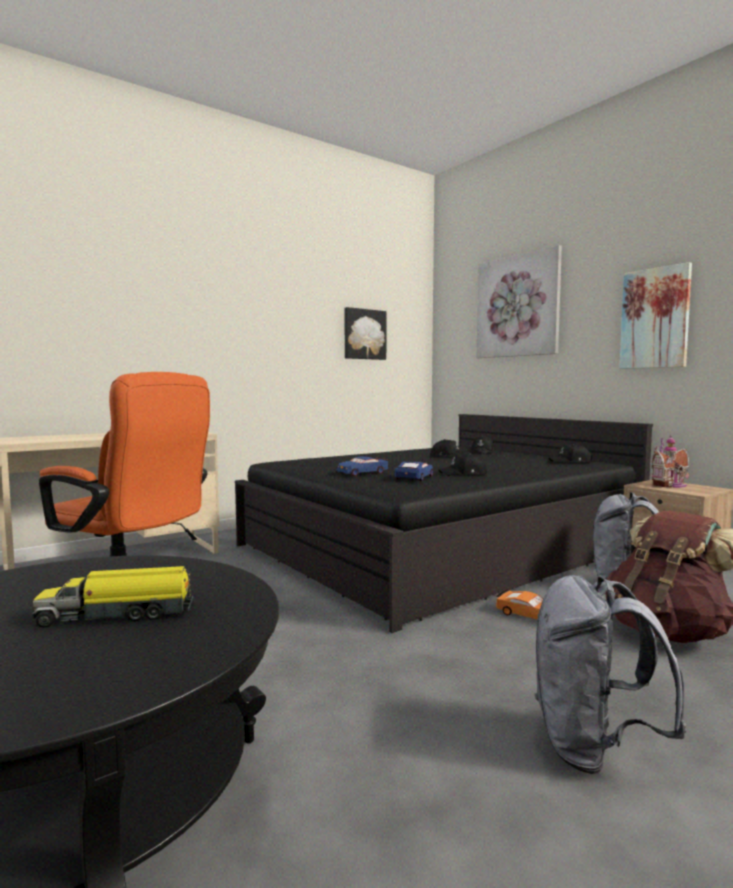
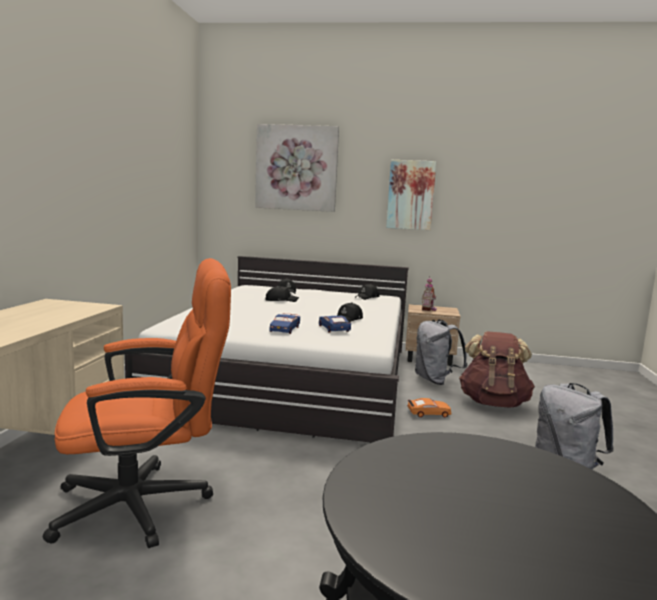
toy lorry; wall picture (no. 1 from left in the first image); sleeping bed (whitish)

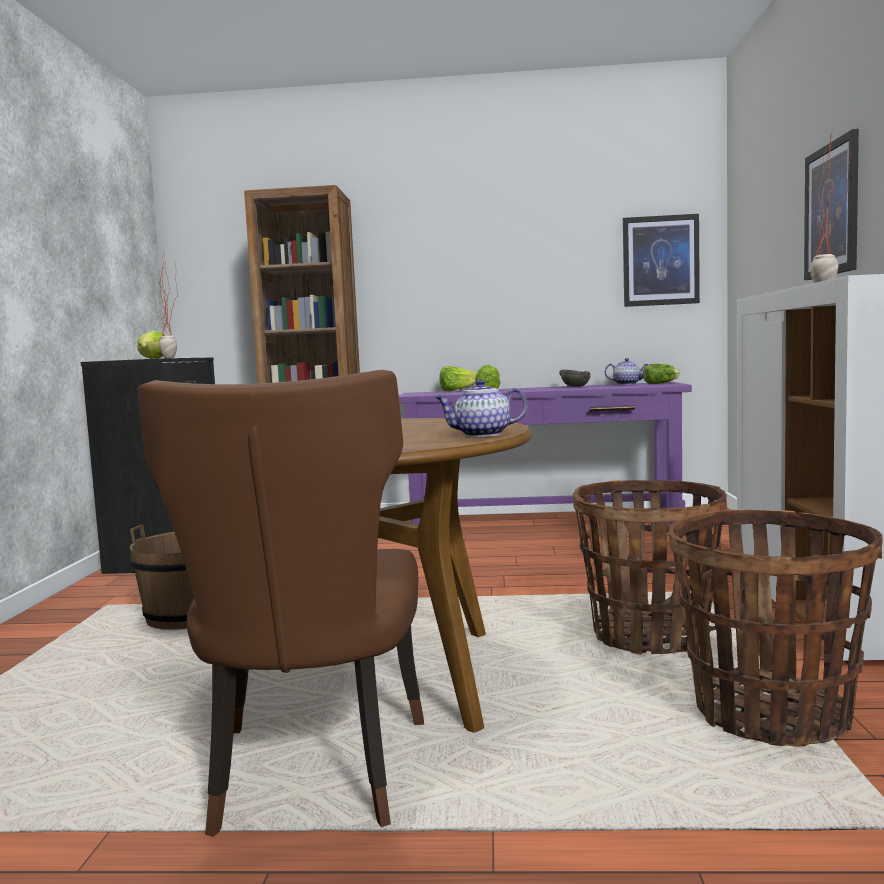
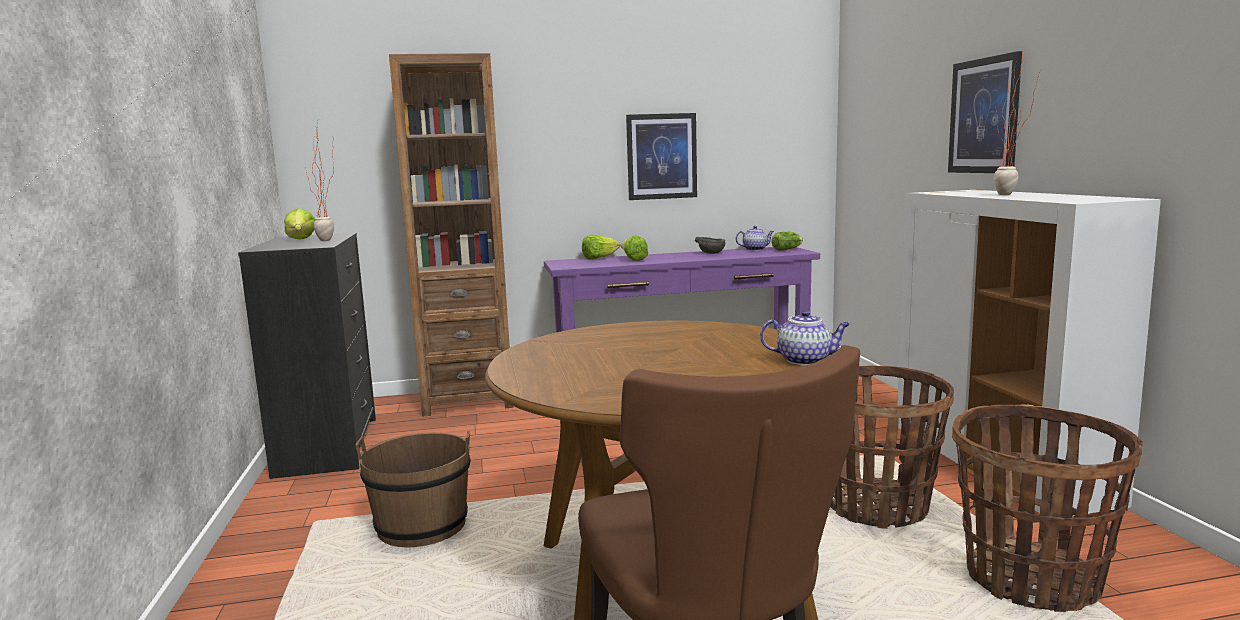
wall picture (no. 1 from left); teapot (no. 2 from left)

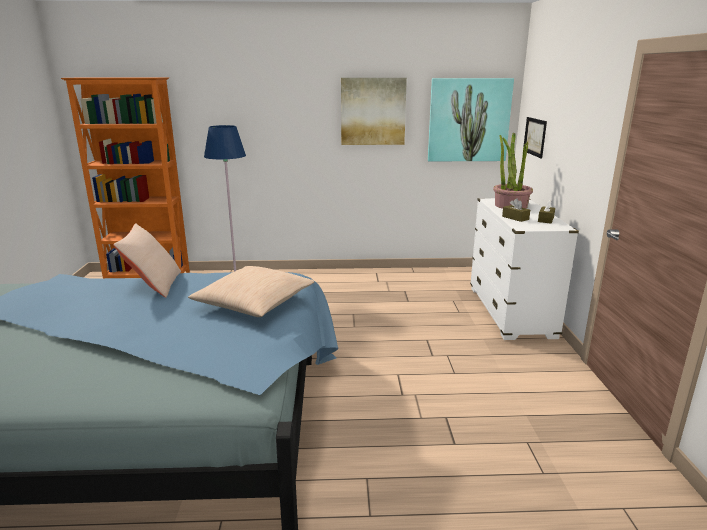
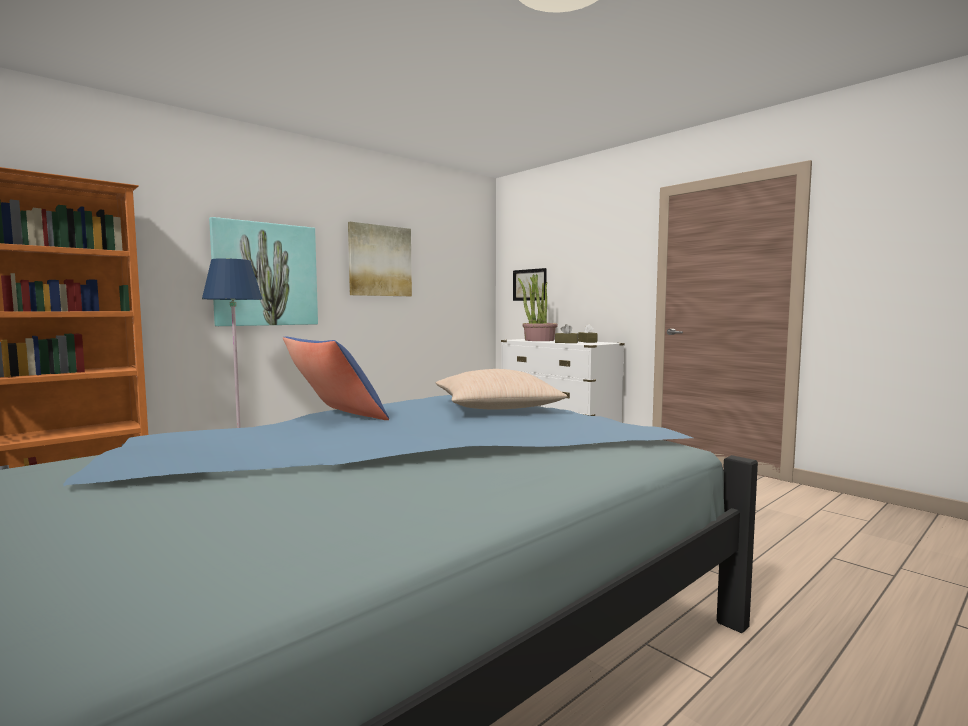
wall picture (no. 1 from left); cushion (blue-coloured)

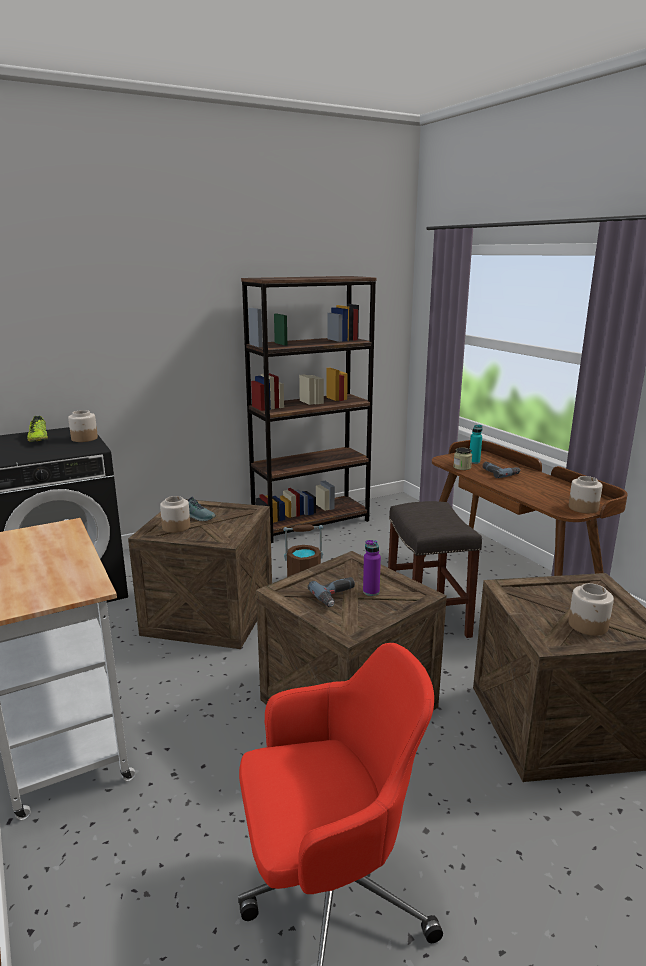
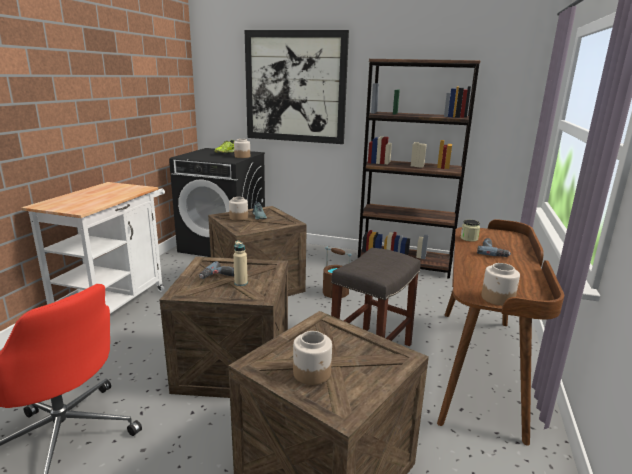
beverage bottle (turquoise); wall picture; beverage bottle (beige-coloured)

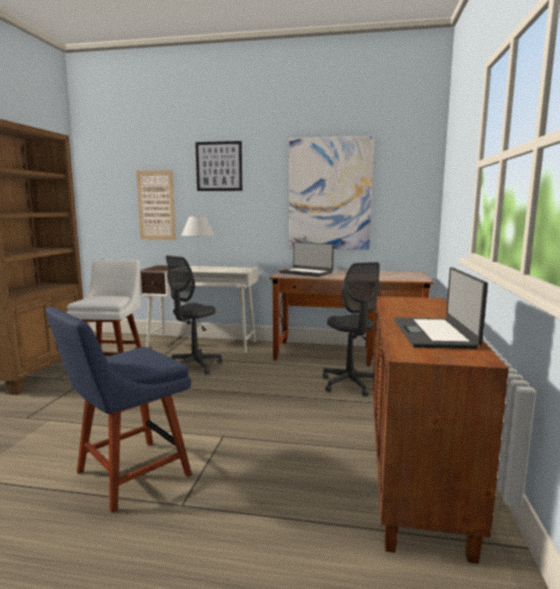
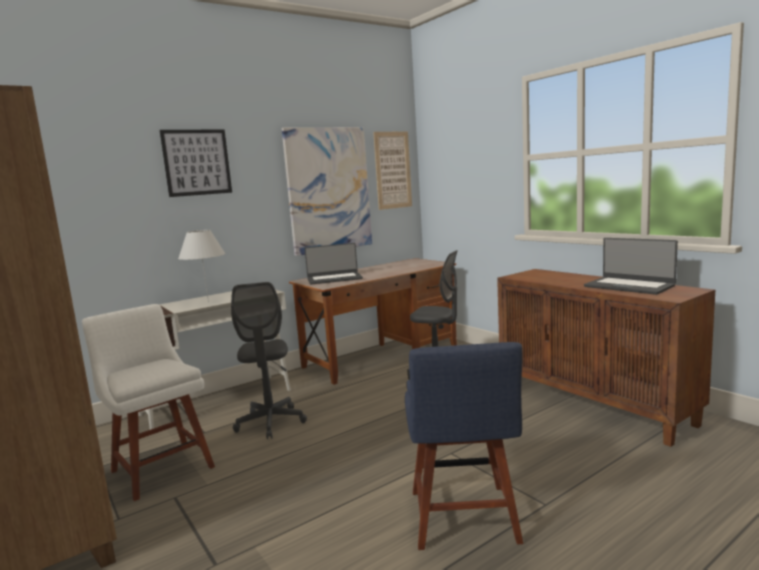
wall picture (no. 3 from left)

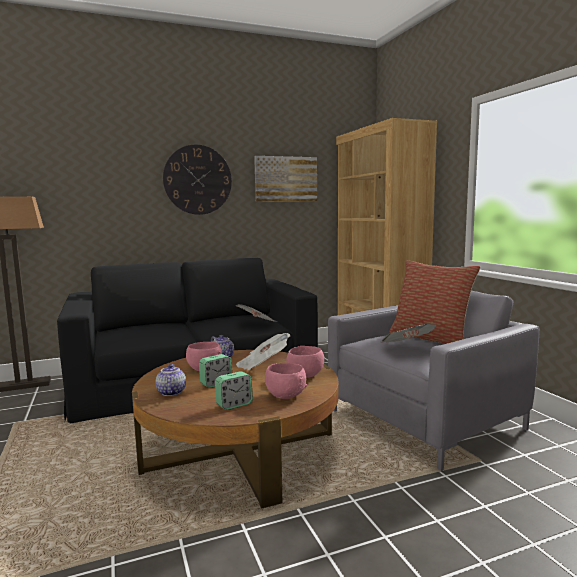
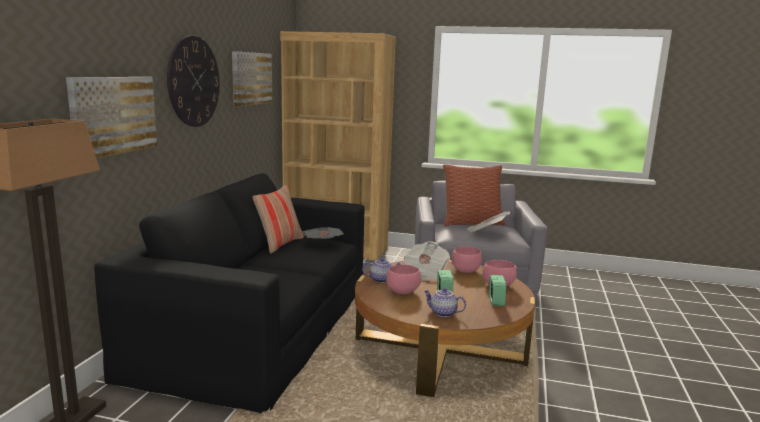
wall picture (no. 1 from left); cushion (no. 1 from left)

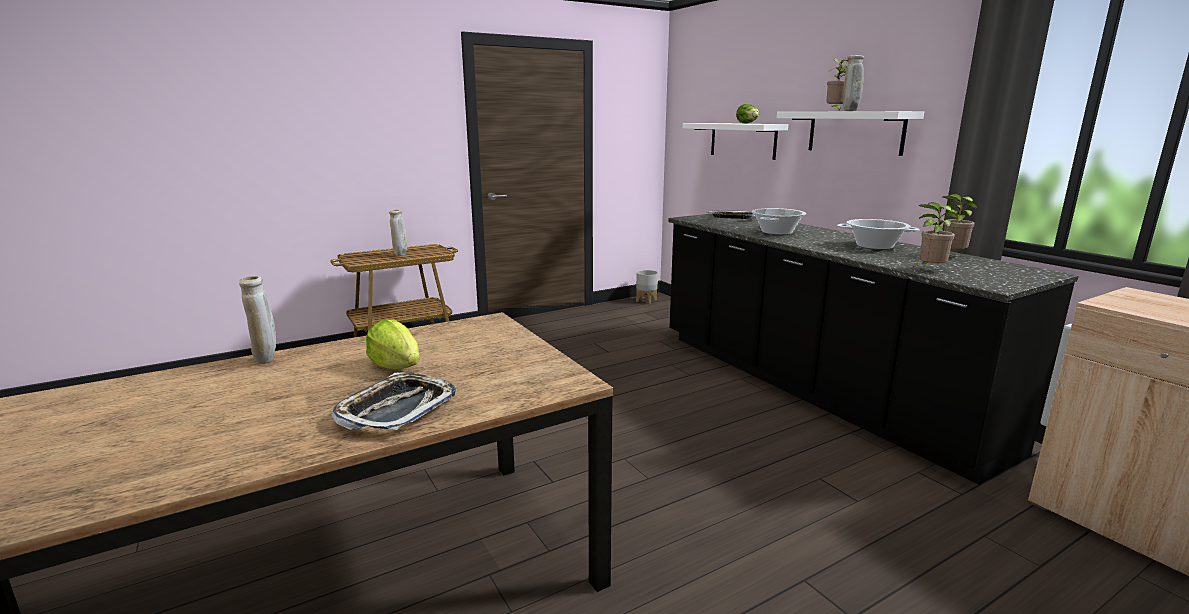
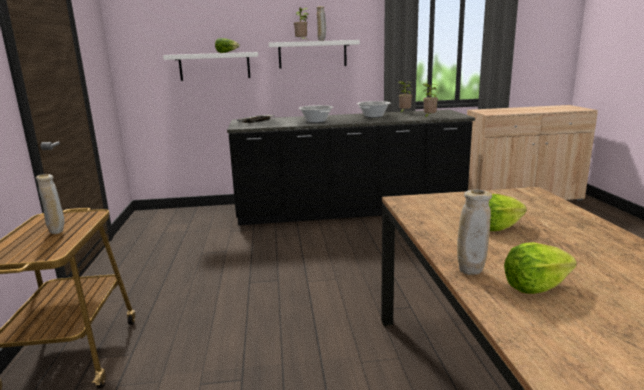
serving tray (no. 1 from left in the first image); plant pot (greyish); lettuce (no. 3 from left)

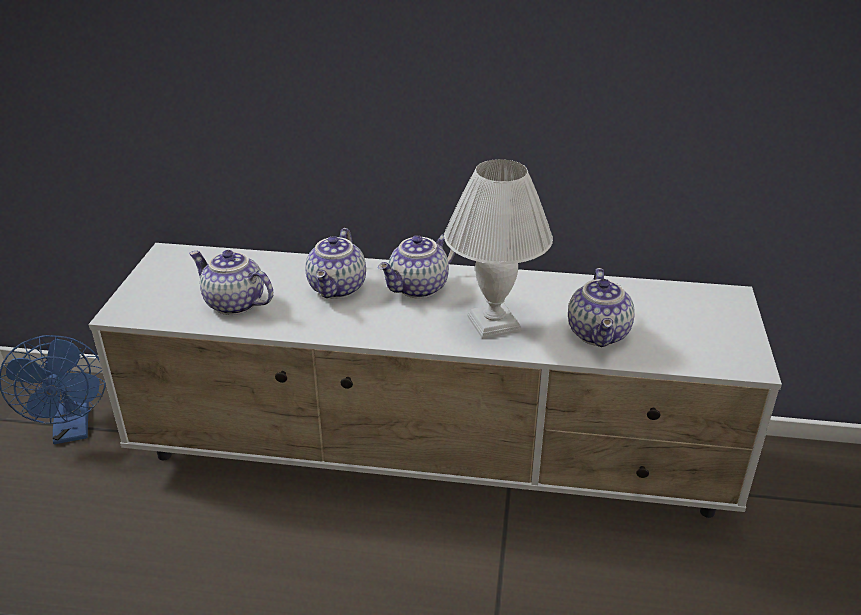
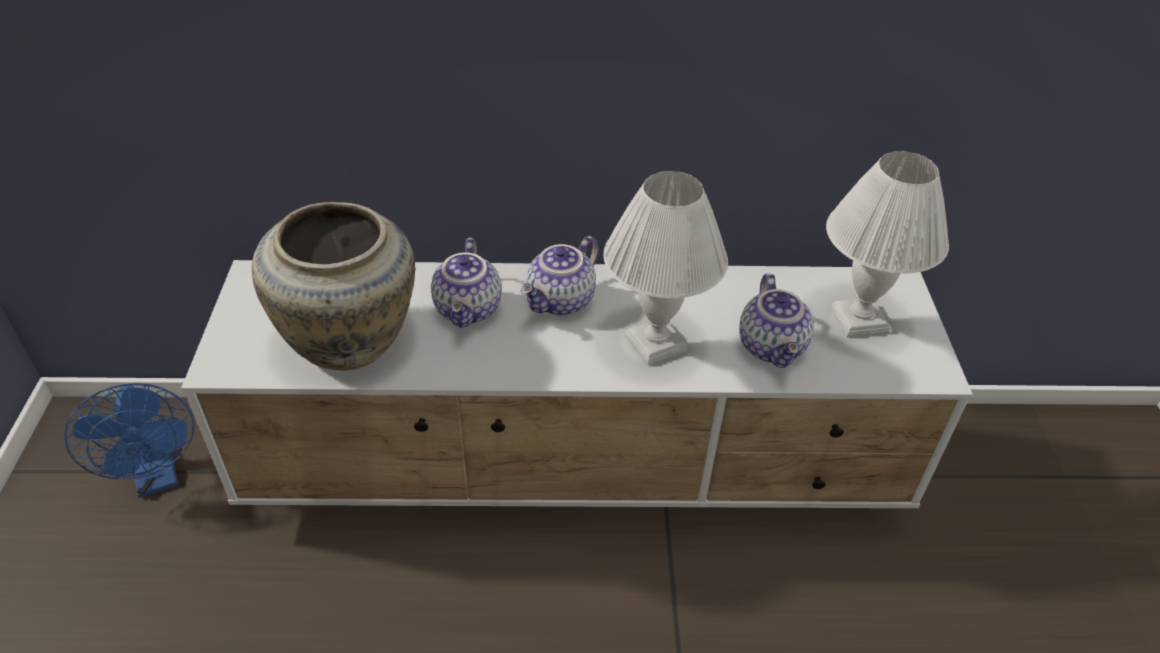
lamp for a table (whitish) (no. 2 from left); vase (beige-coloured)

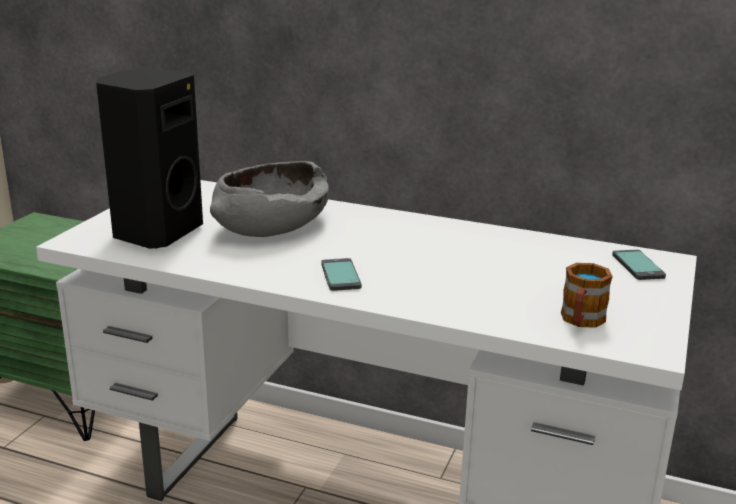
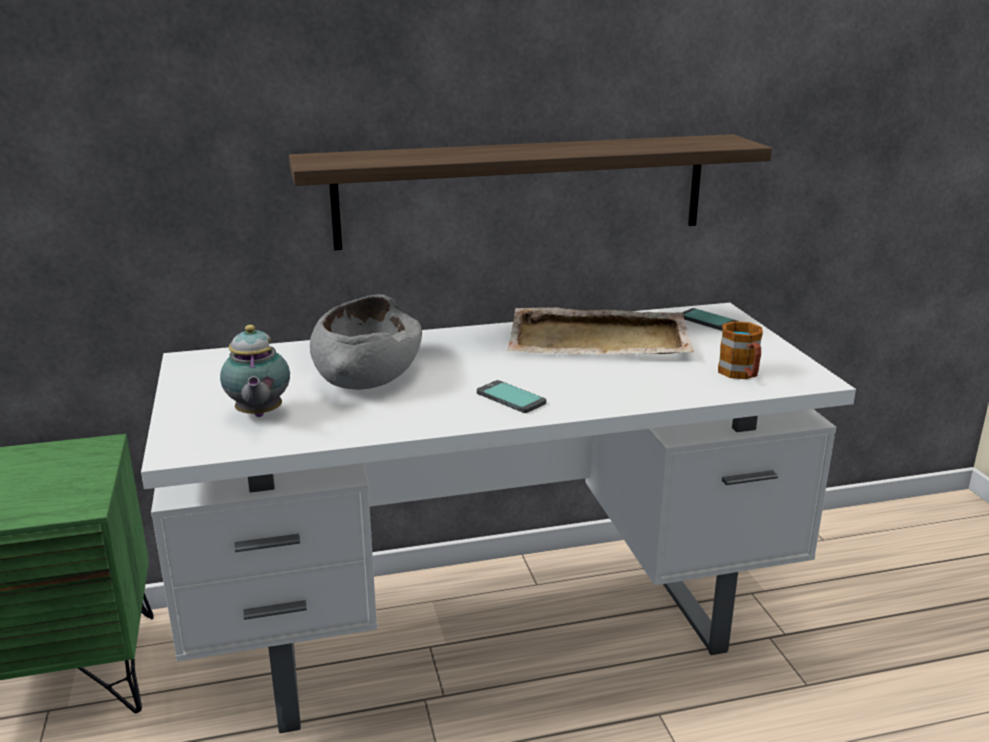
wall shelf; serving tray (beige-coloured); teapot

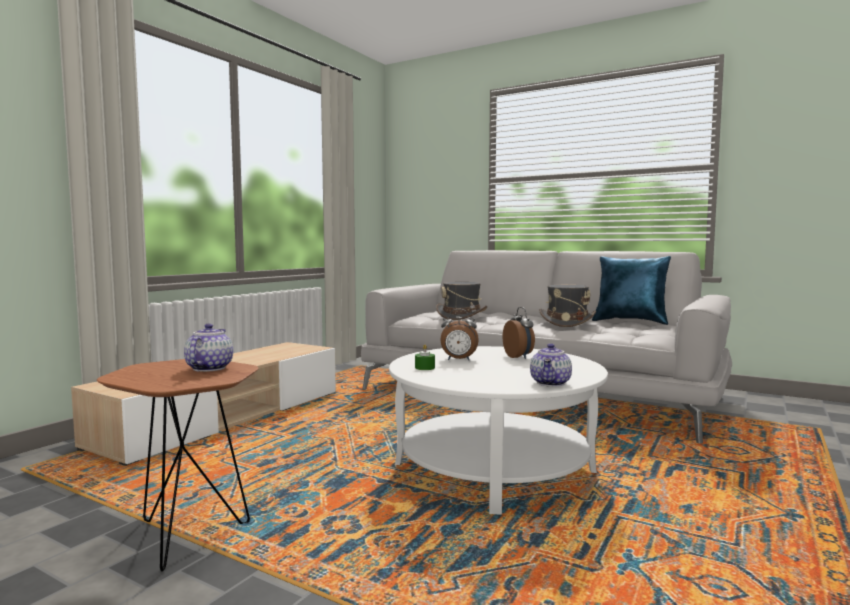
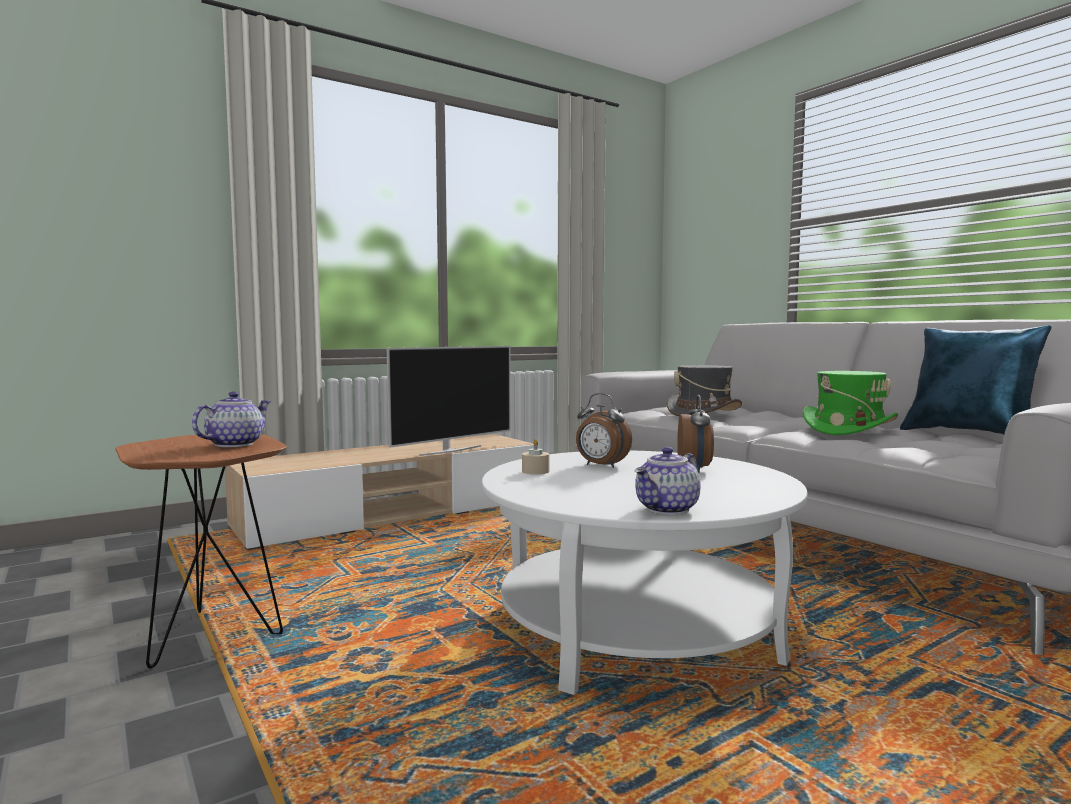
television; wax candle (beige-coloured); wearable hat (green)

